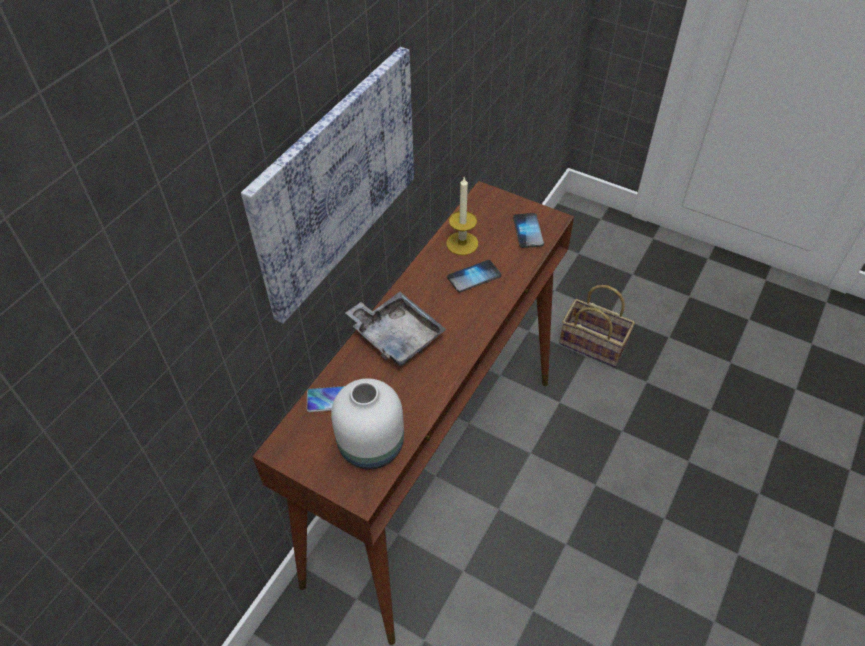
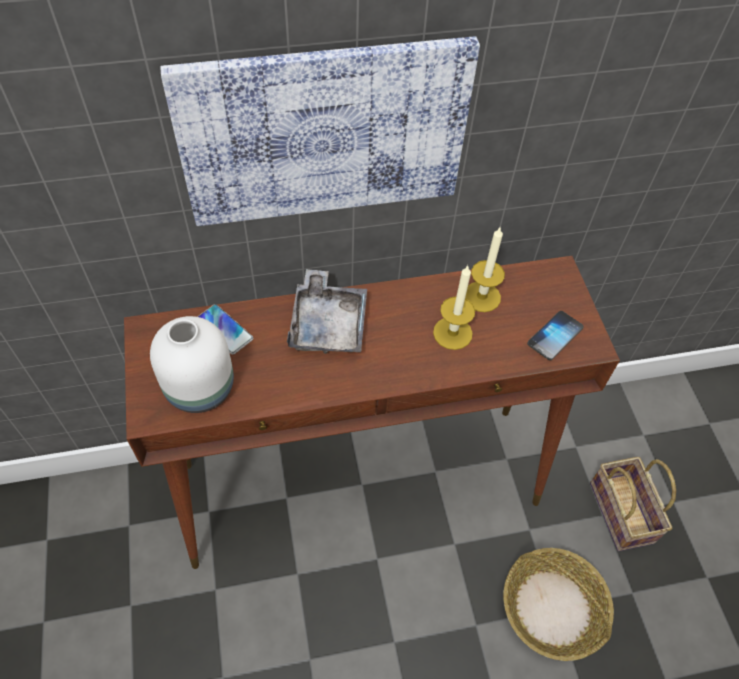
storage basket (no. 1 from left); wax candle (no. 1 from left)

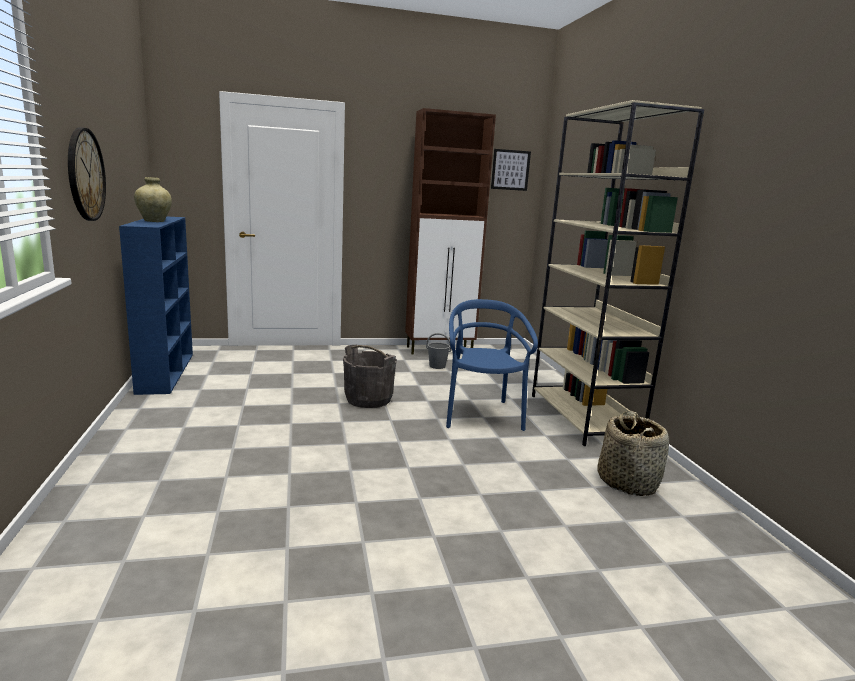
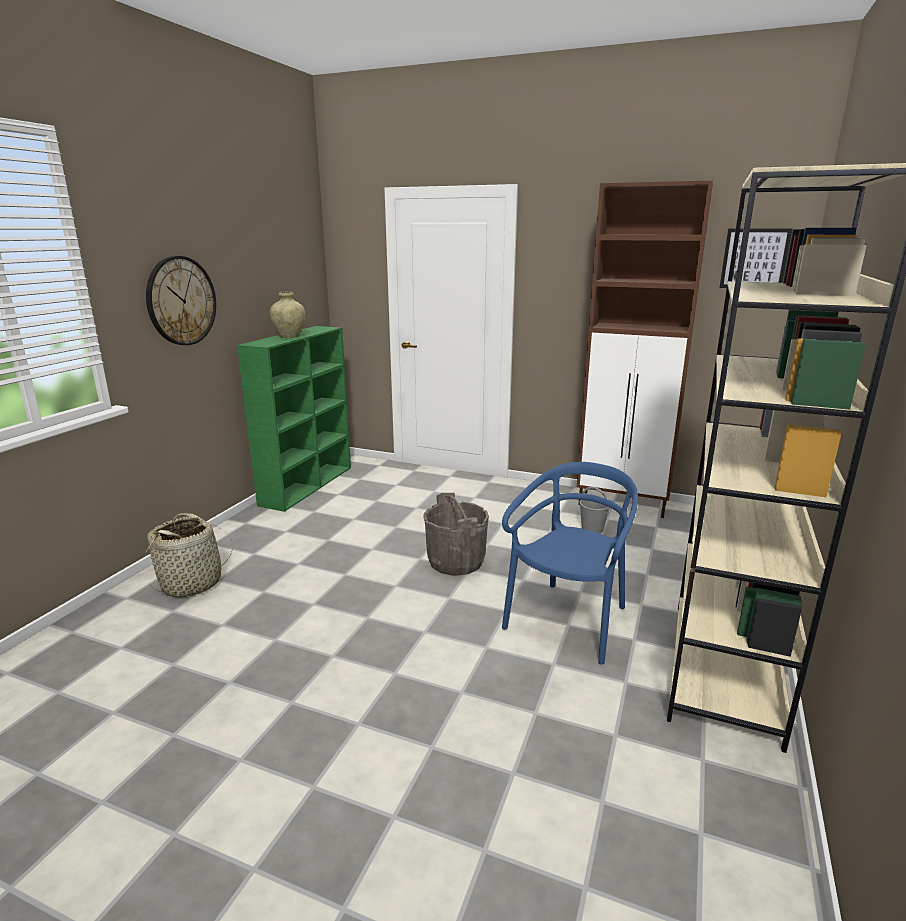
storage basket; bookcase (green)

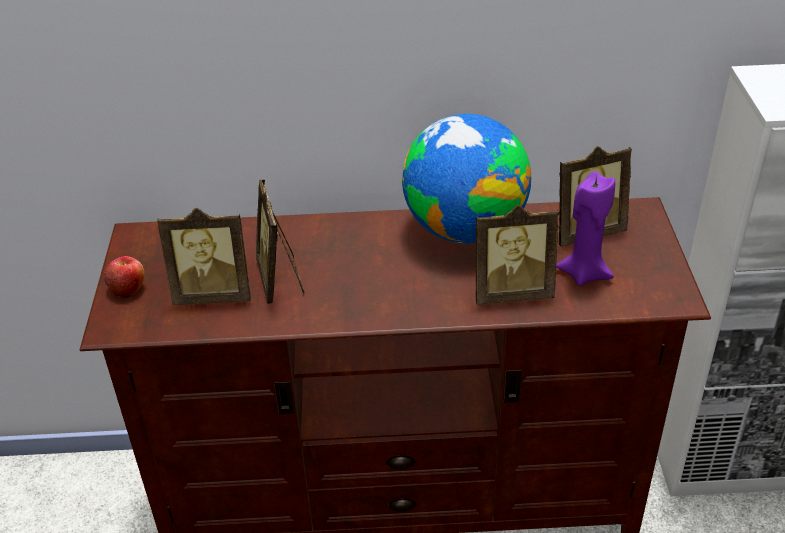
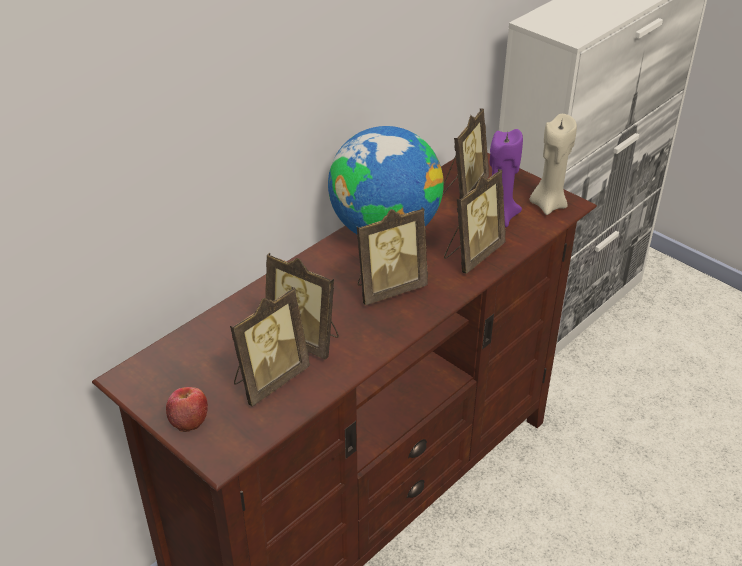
standing frame (no. 3 from left); wax candle (beige-coloured)

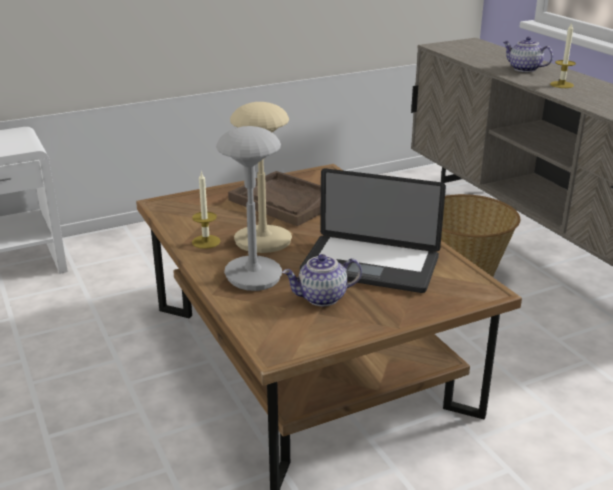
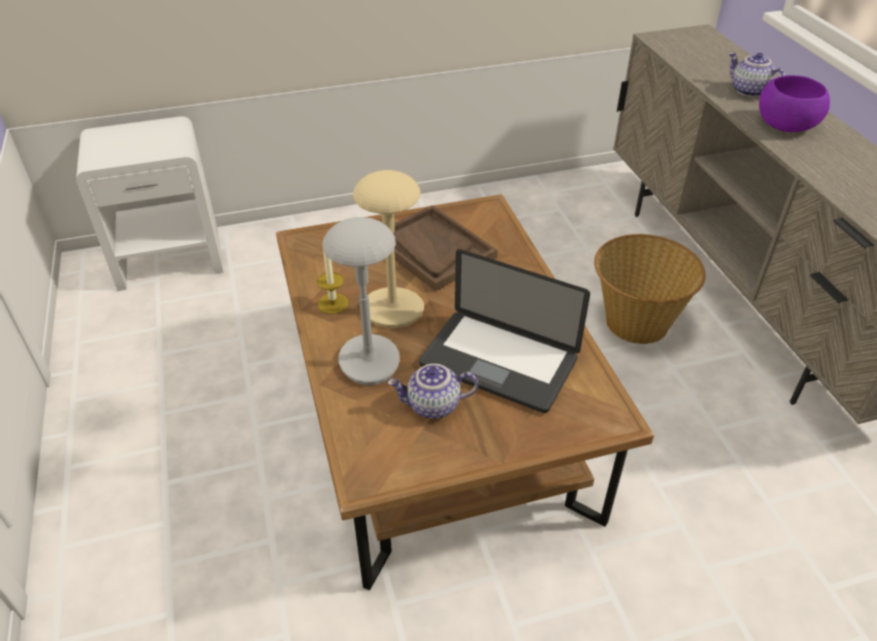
deep dish (purplish)

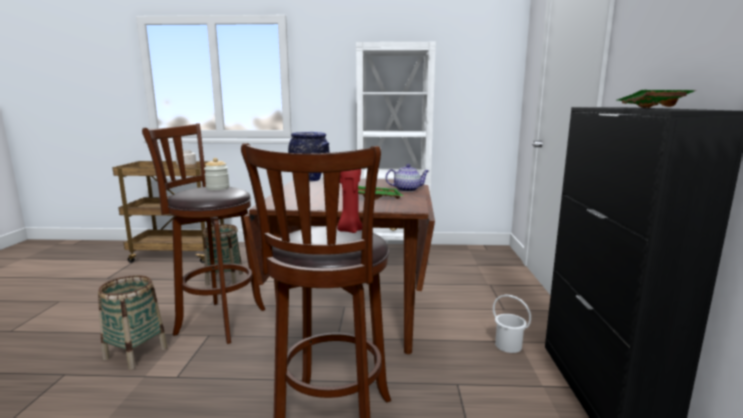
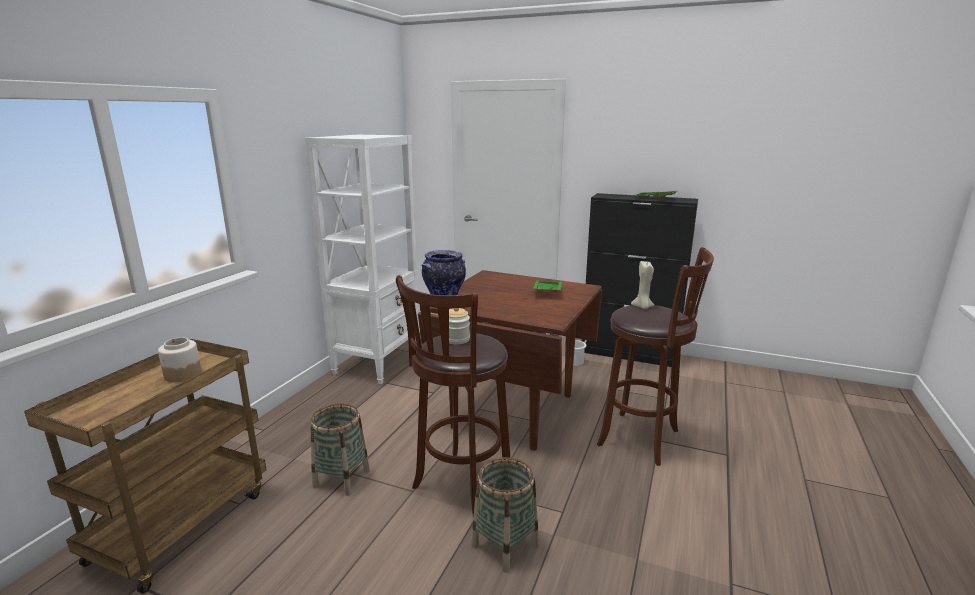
teapot; wax candle (beige-coloured)

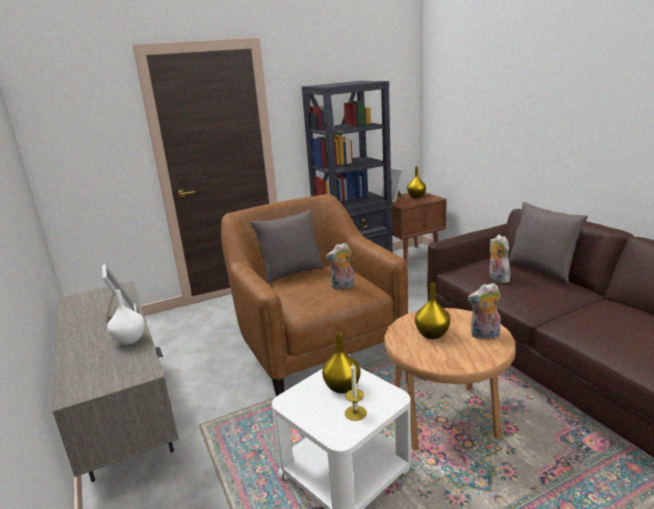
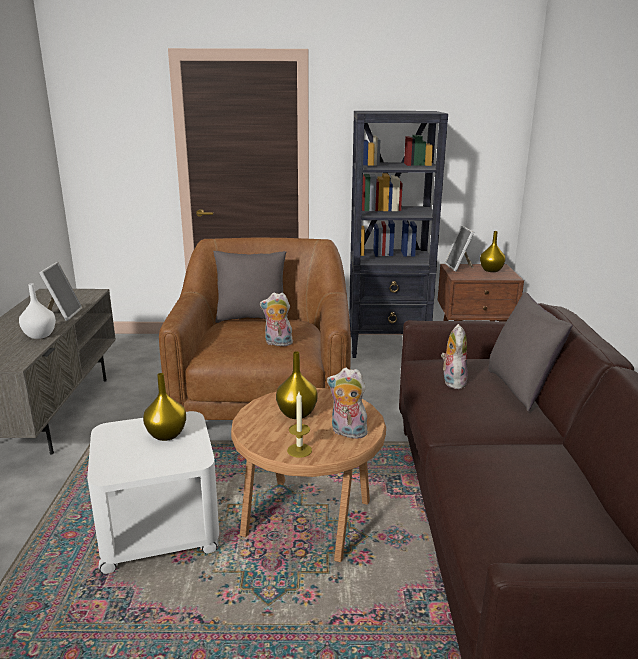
wax candle

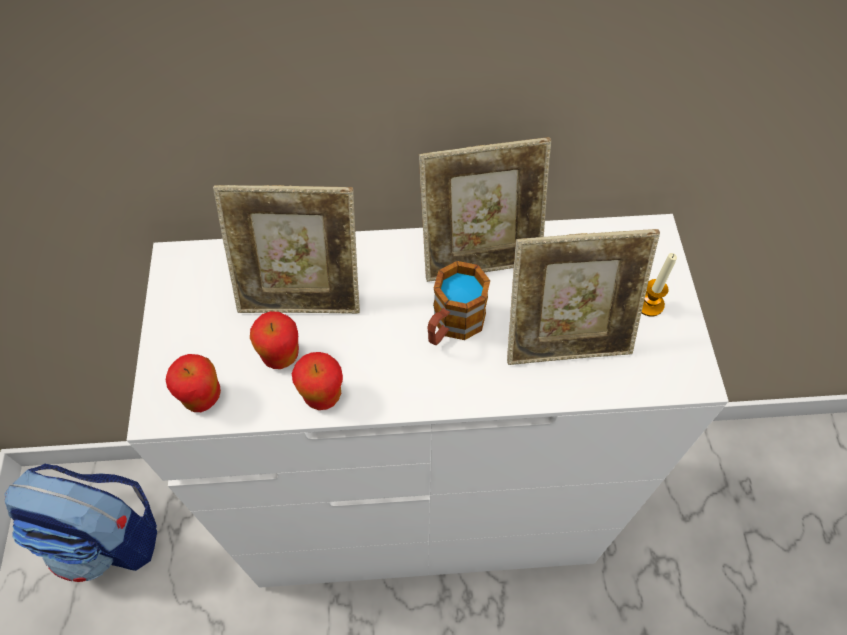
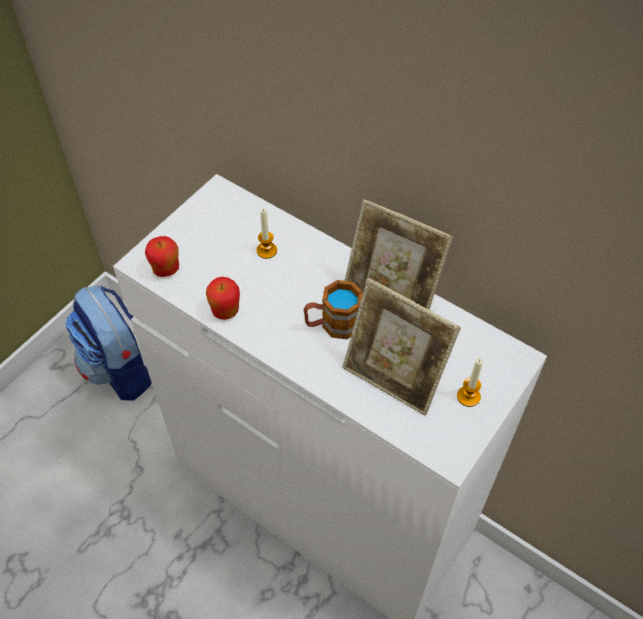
apple fruit (no. 2 from left in the first image); wax candle (no. 1 from left)

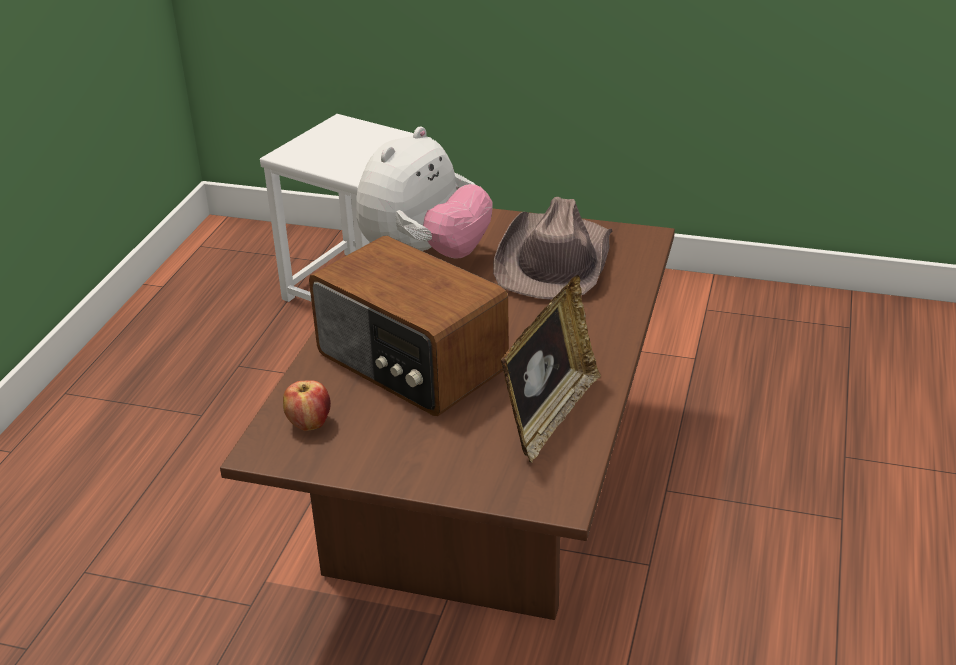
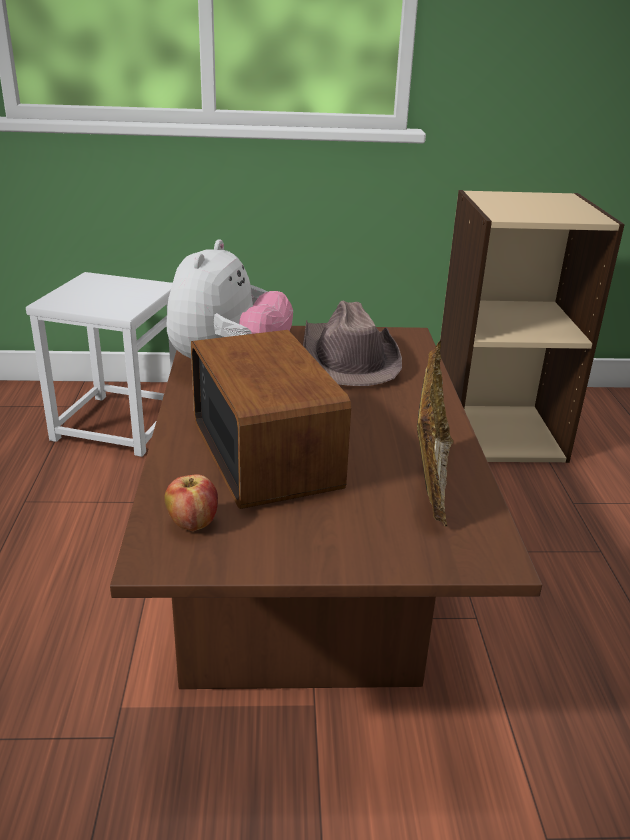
bookcase (beige-coloured); radio set

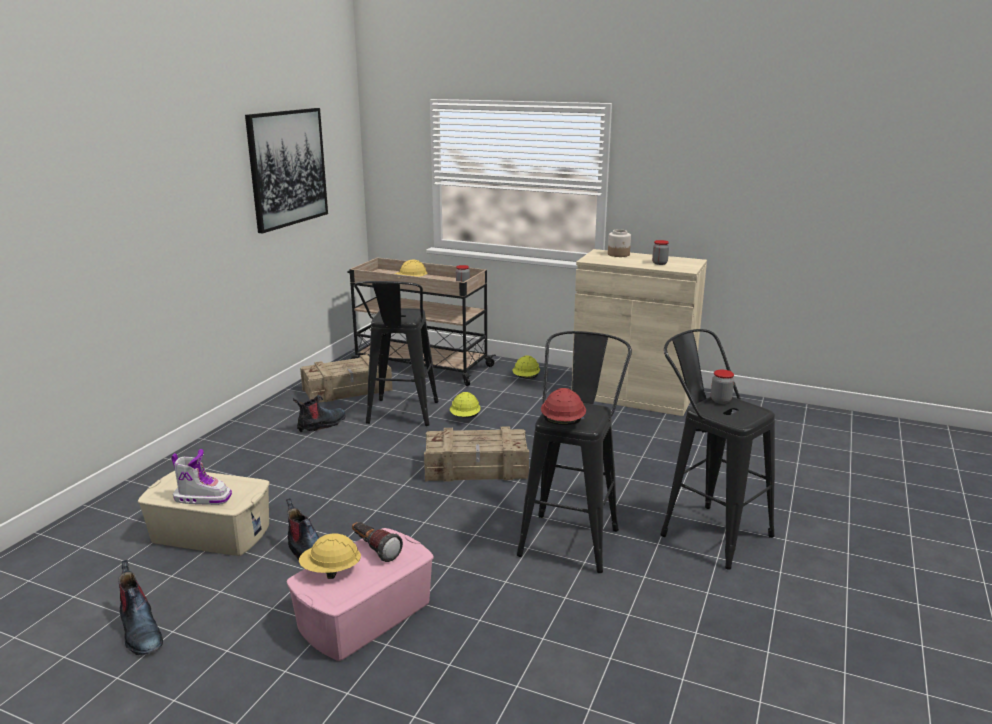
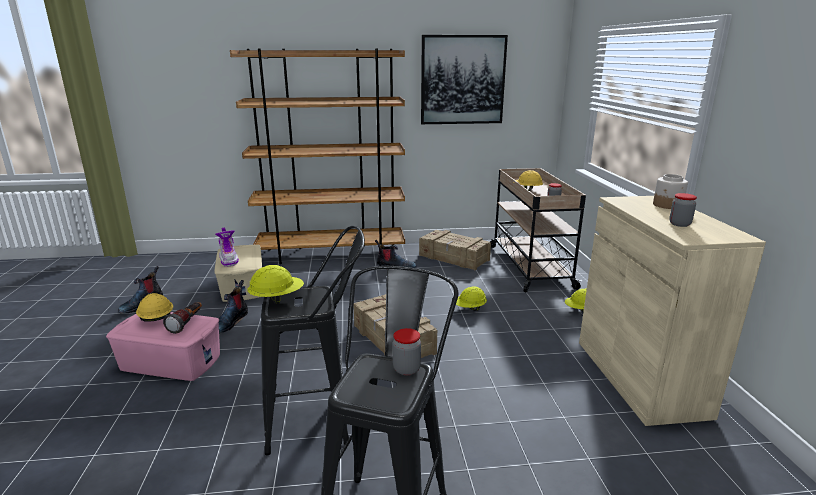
stool (black-coloured) (no. 1 from left in the first image); bookcase (brown-coloured); work helmet (yellow) (no. 2 from left)

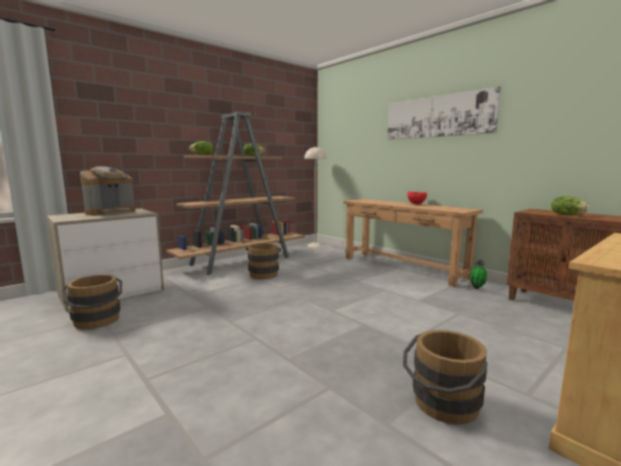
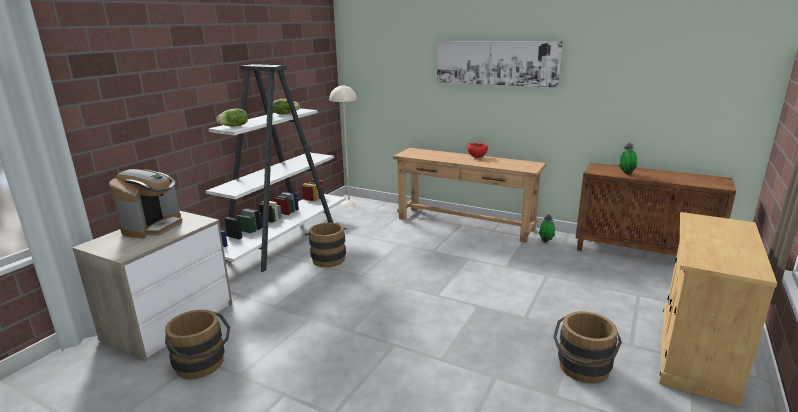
plant in a pot (no. 2 from left); bookcase (whitish)

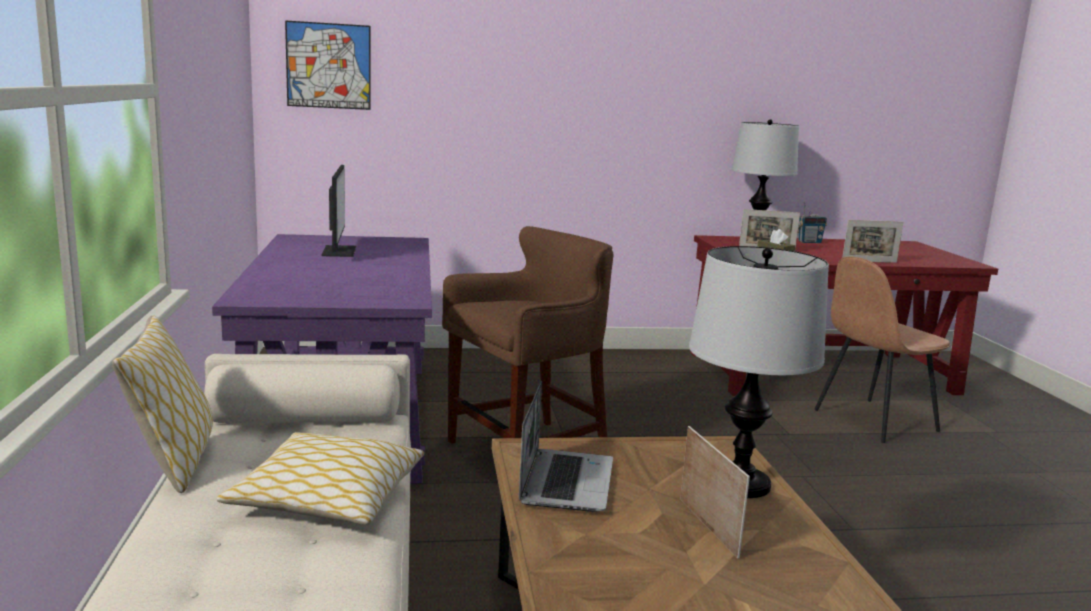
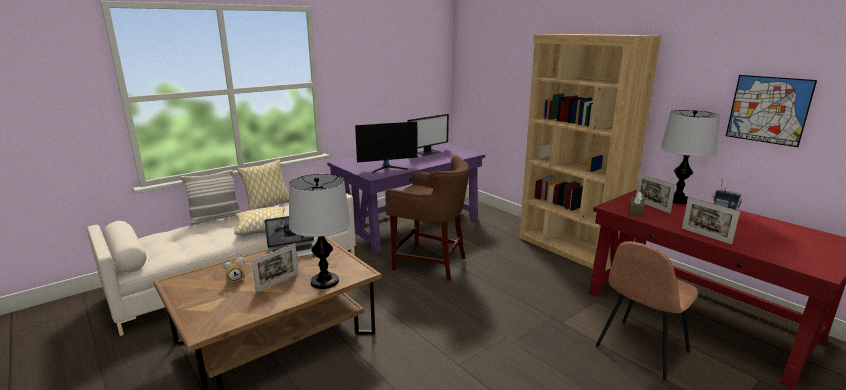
cushion (no. 1 from left); bedside clock; computer screen (no. 1 from left); bookcase (brown-coloured); wall picture; chair (brown-coloured)

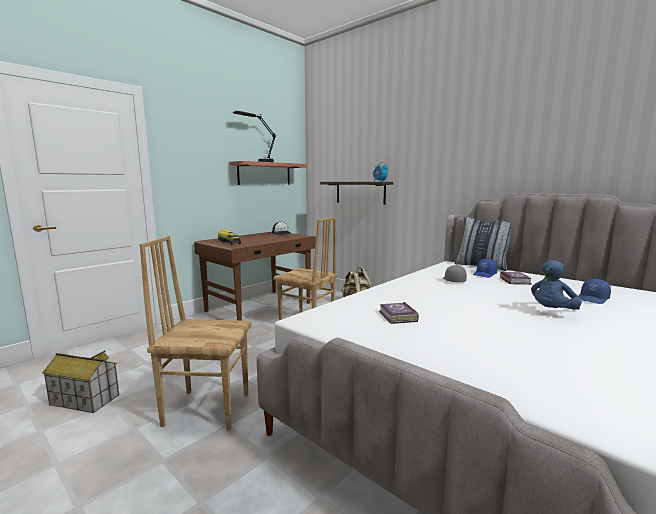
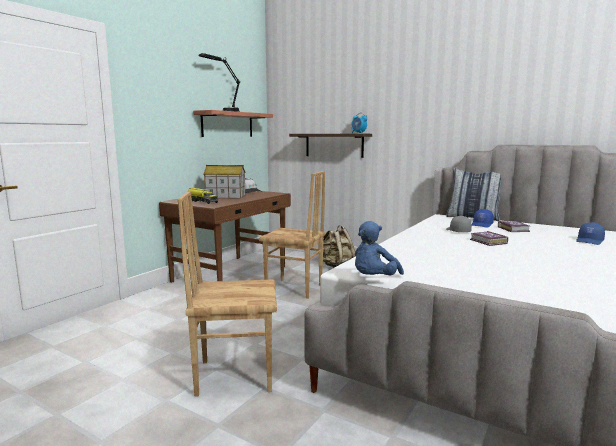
miniature house; book (no. 1 from left); soft toy (blue-coloured)

